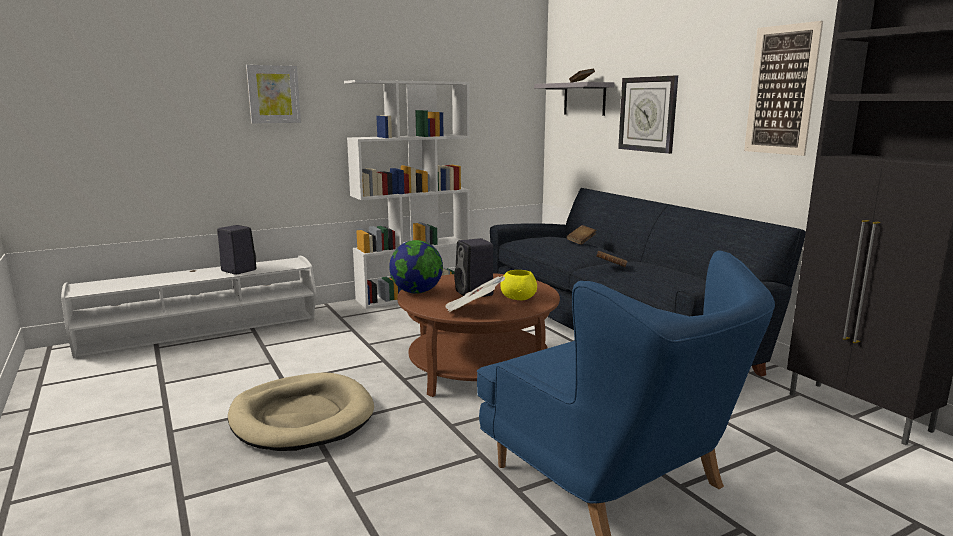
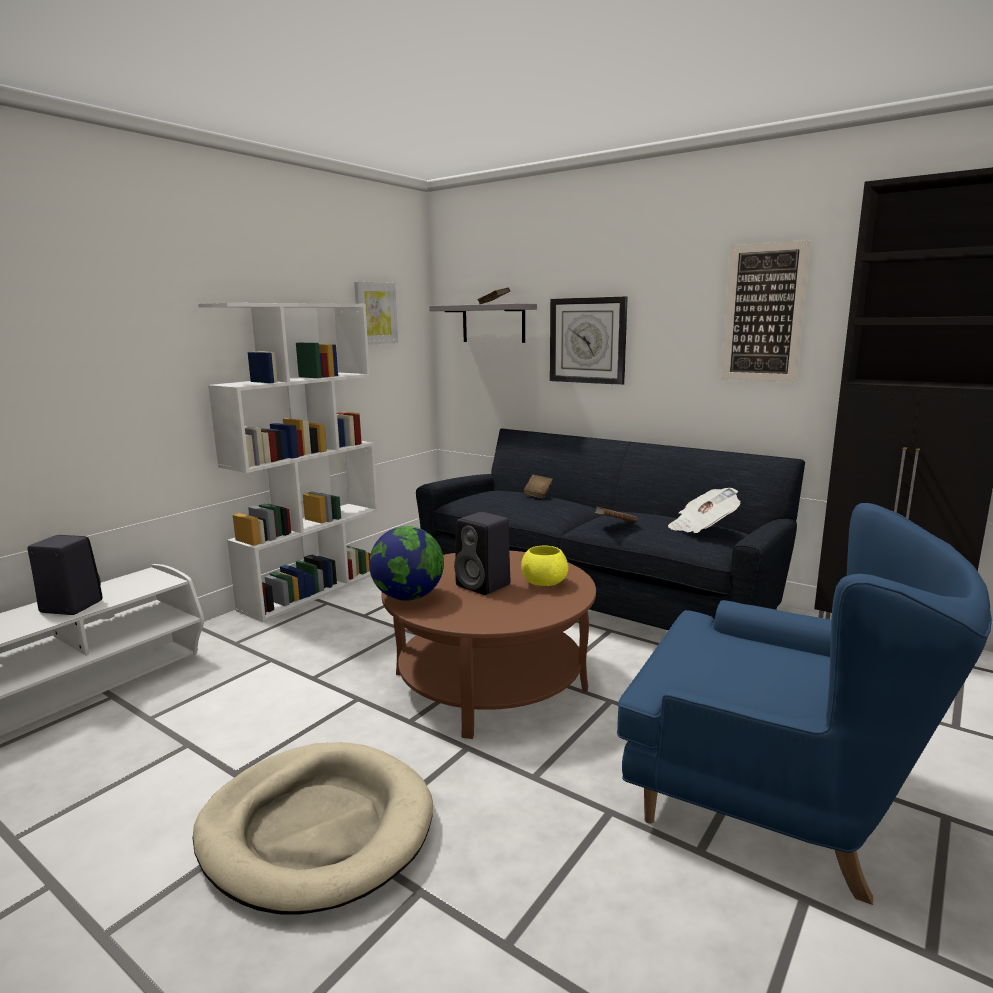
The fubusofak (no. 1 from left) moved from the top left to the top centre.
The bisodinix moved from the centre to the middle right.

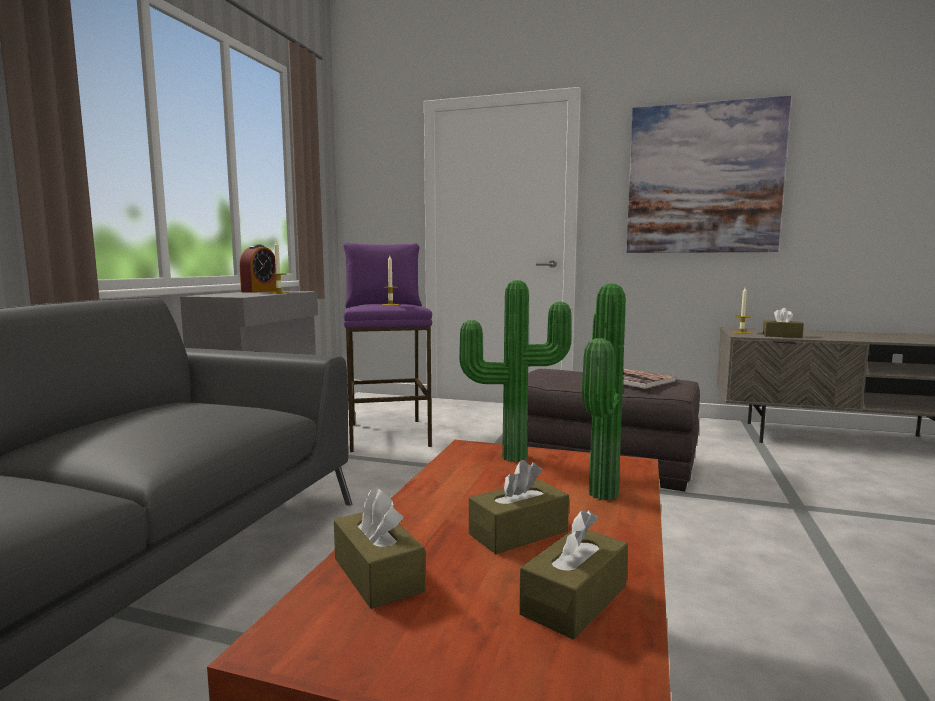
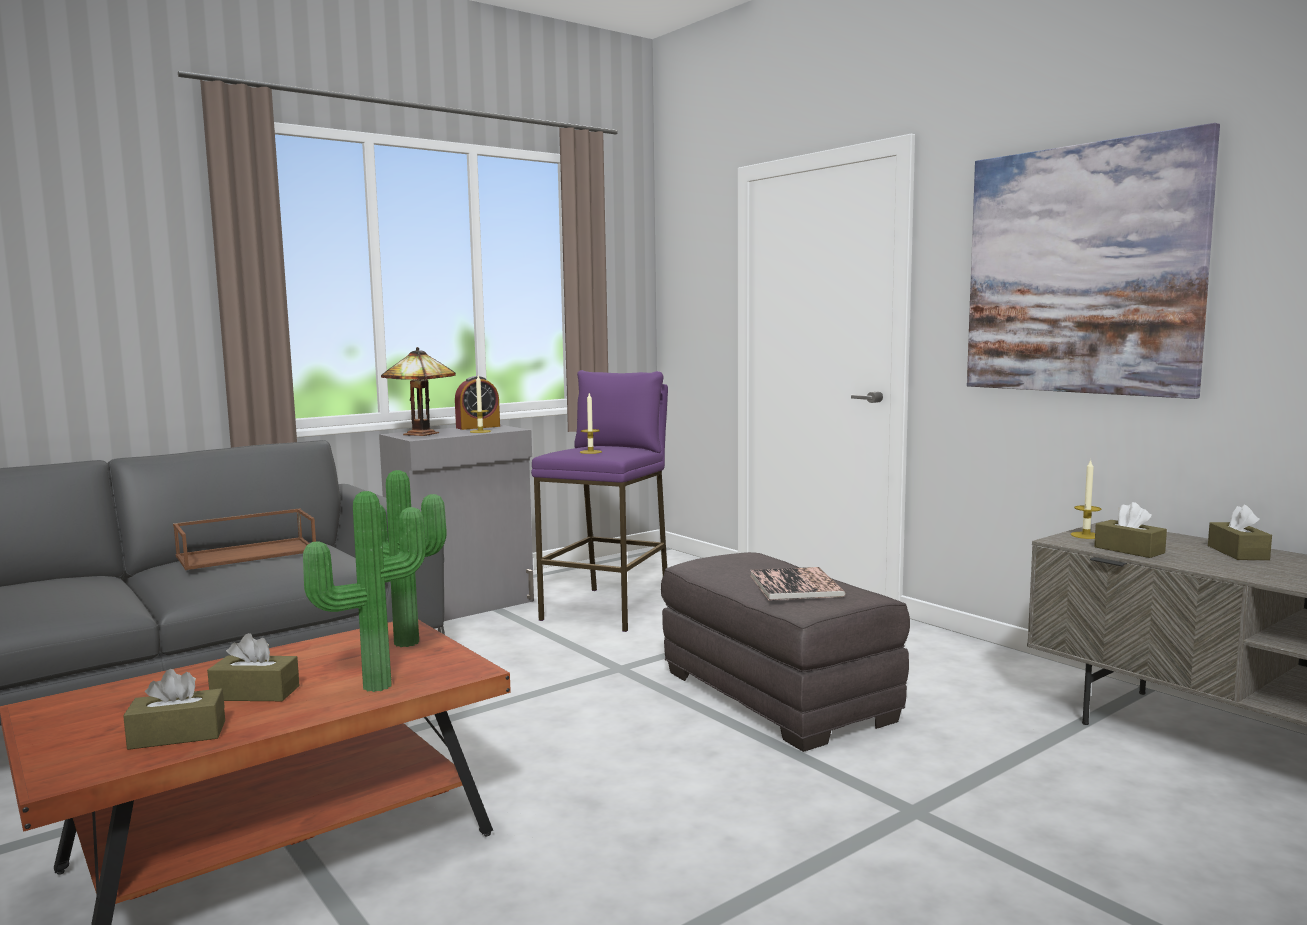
The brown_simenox at the middle left appeared.
The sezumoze at the middle left appeared.
The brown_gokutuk (no. 1 from left in the first image) moved from the bottom centre to the middle right.

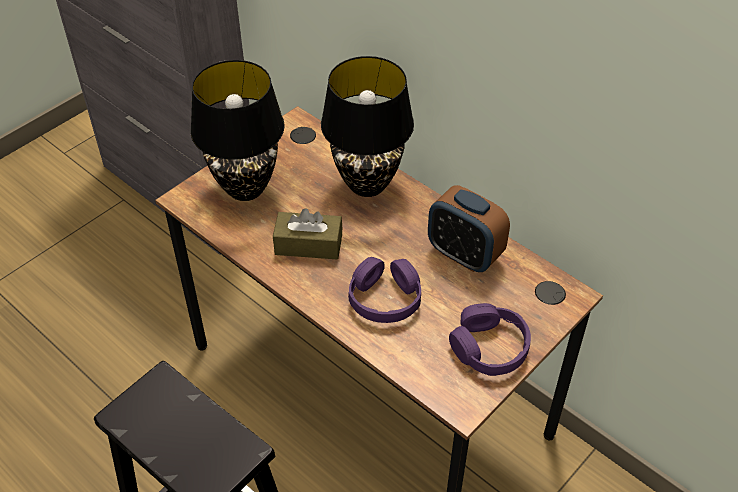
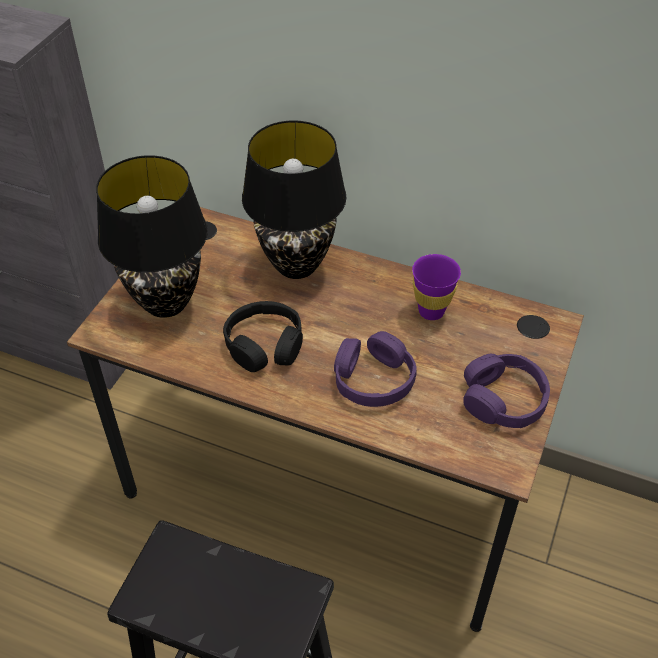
The brown_gokutuk at the centre was replaced by the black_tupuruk at the centre.
The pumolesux at the centre was replaced by the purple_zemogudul at the centre.

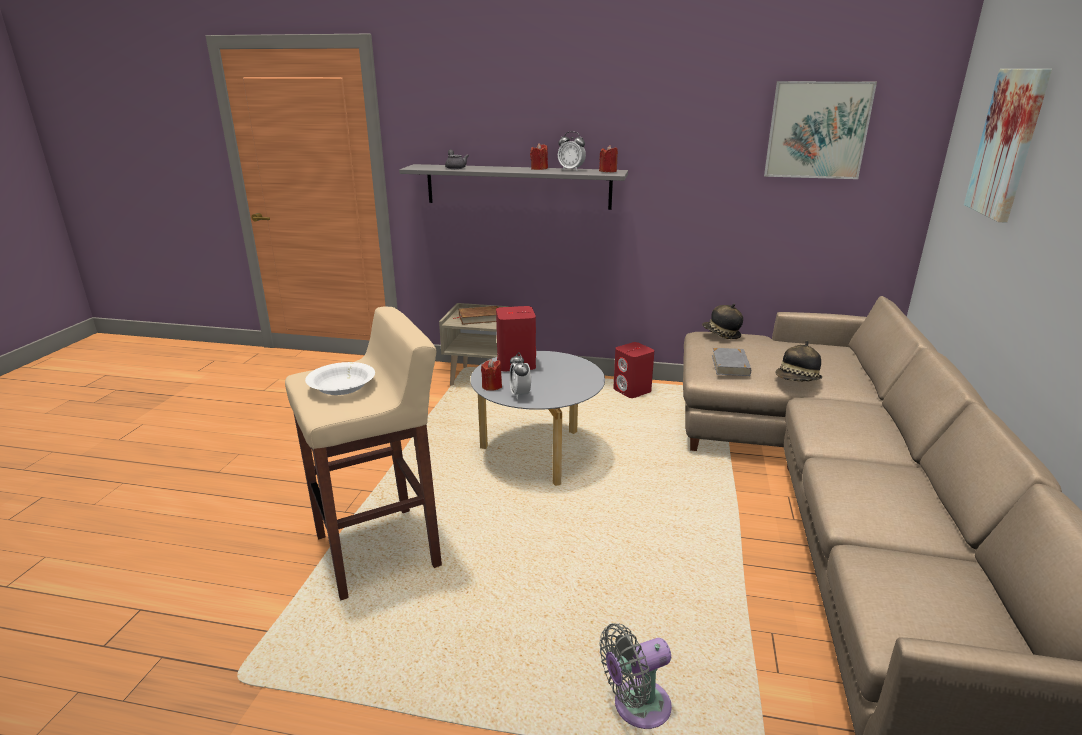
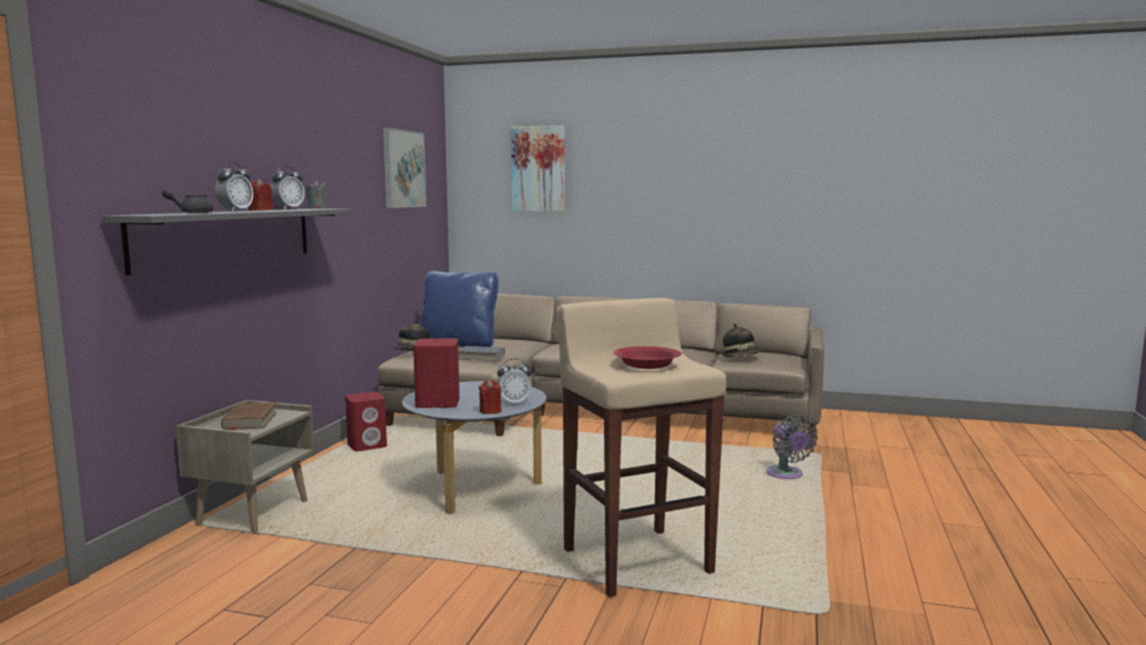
The pumolesux (no. 1 from left) at the top left appeared.
The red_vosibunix (no. 3 from left) at the top centre became the grey_vosibunix at the top left.
The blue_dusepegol at the centre appeared.
The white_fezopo at the middle left became the red_fezopo at the centre.
The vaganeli (no. 2 from left) moved from the middle right to the centre.

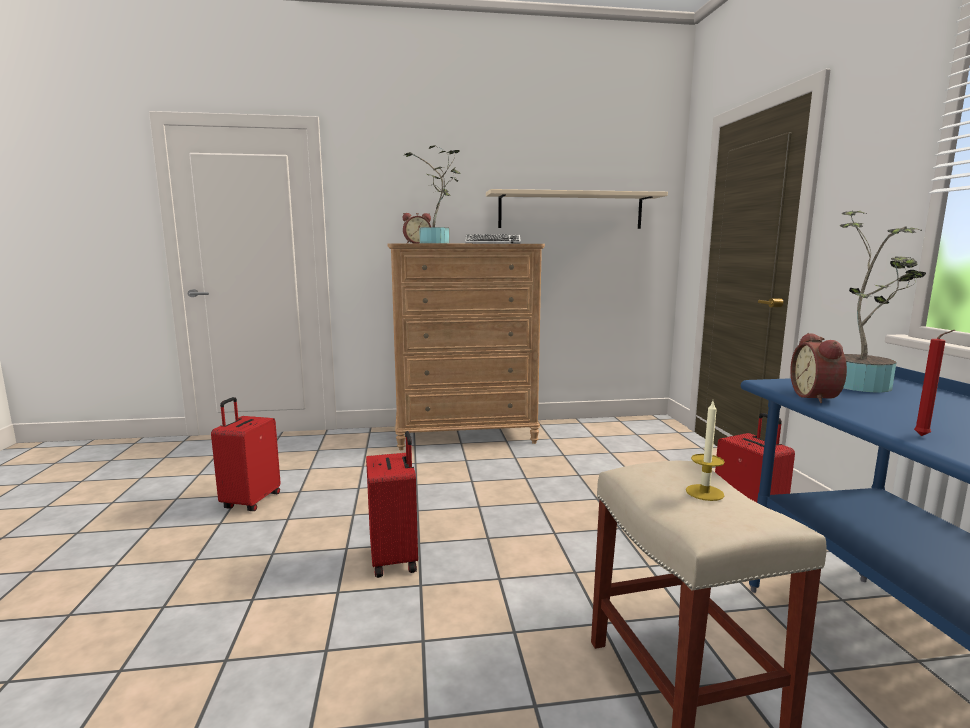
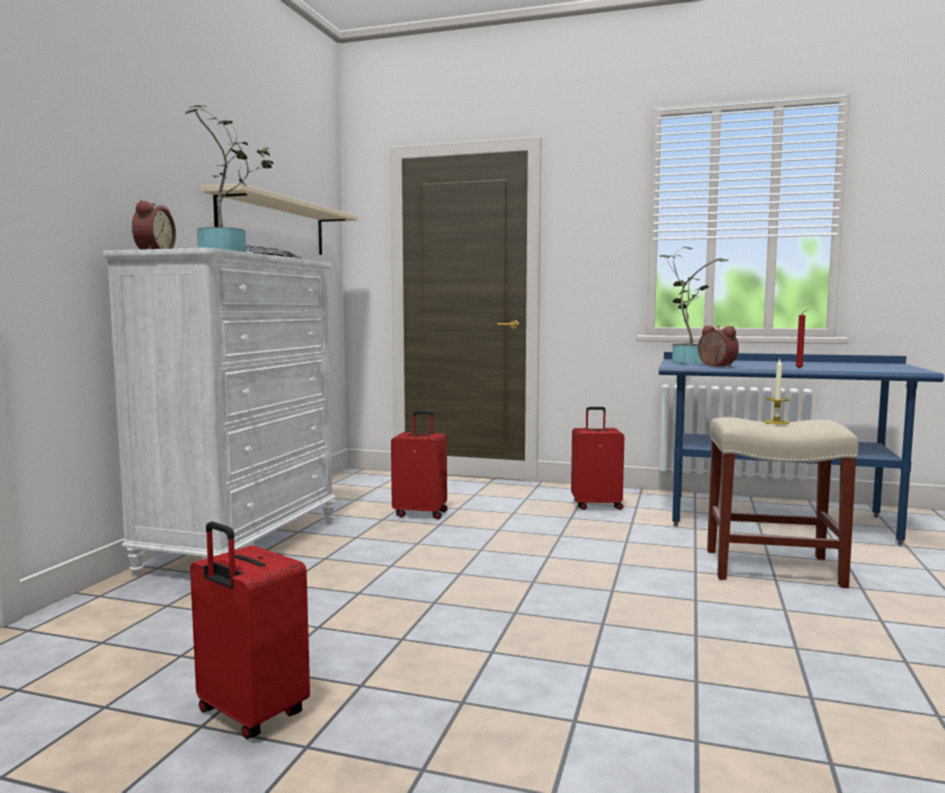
The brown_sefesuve at the centre became the white_sefesuve at the middle left.
The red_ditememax (no. 2 from left) moved from the bottom centre to the centre.
The pumolesux (no. 2 from left) at the middle right turned 150 degrees counterclockwise.

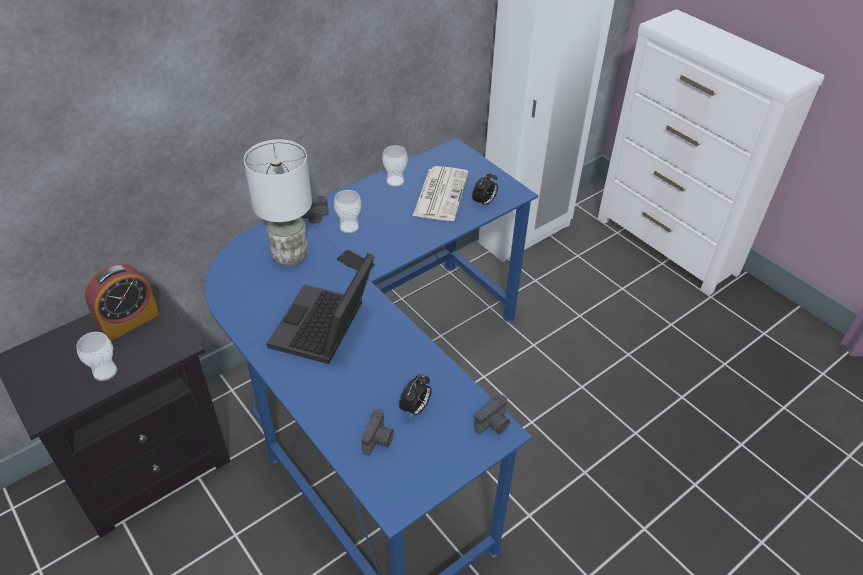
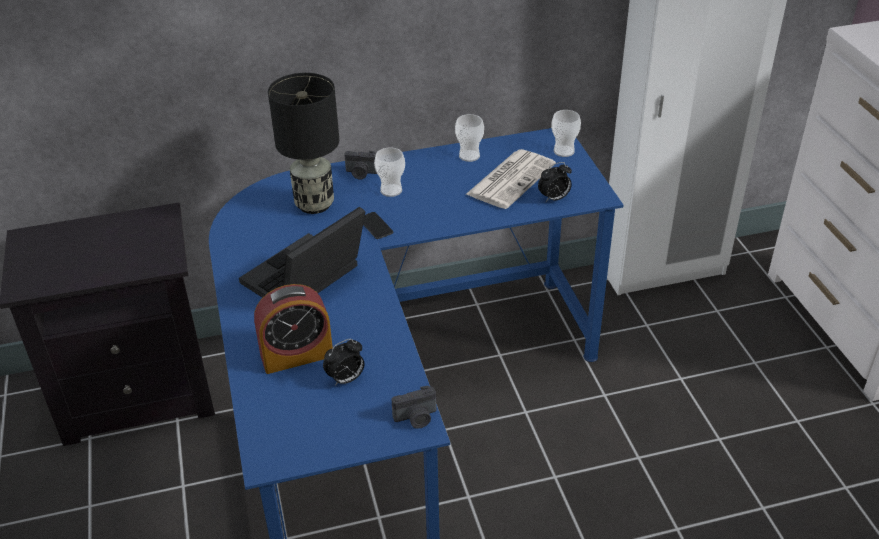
The pumolesux (no. 1 from left) moved from the middle left to the centre.
The white_sezumoze at the middle left became the black_sezumoze at the top centre.
The zemogudul (no. 1 from left in the first image) moved from the middle left to the top centre.
The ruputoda (no. 2 from left) at the bottom centre disappeared.

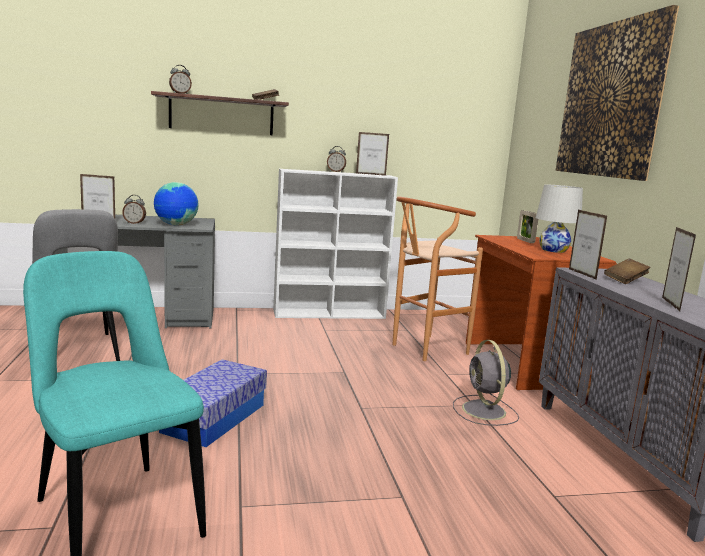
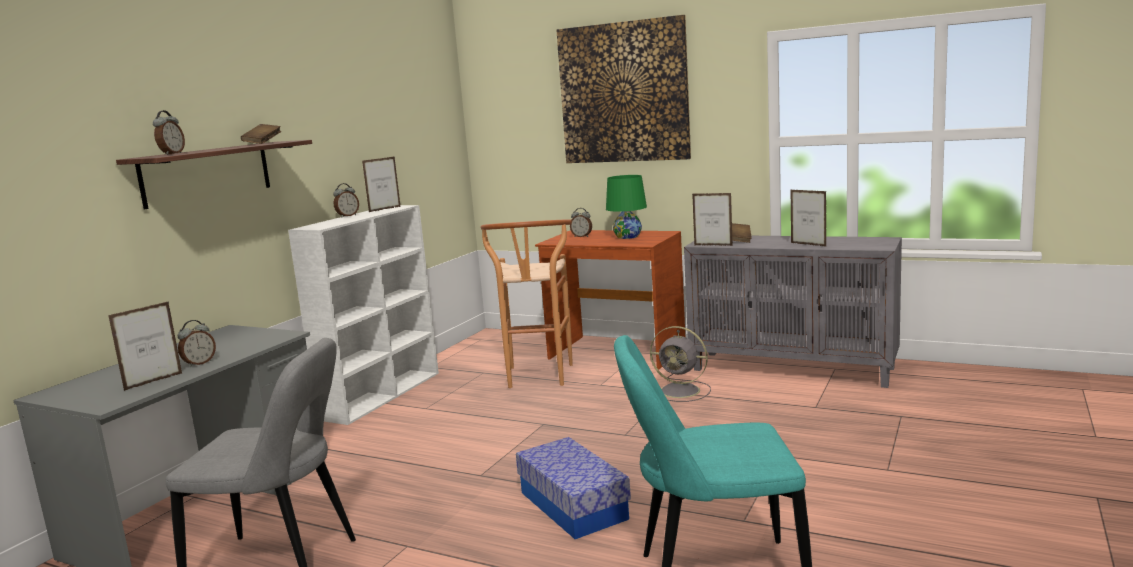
The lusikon (no. 3 from left) at the middle right was replaced by the pumolesux (no. 4 from left) at the centre.
The white_sezumoze at the middle right became the green_sezumoze at the centre.
The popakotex at the middle left disappeared.

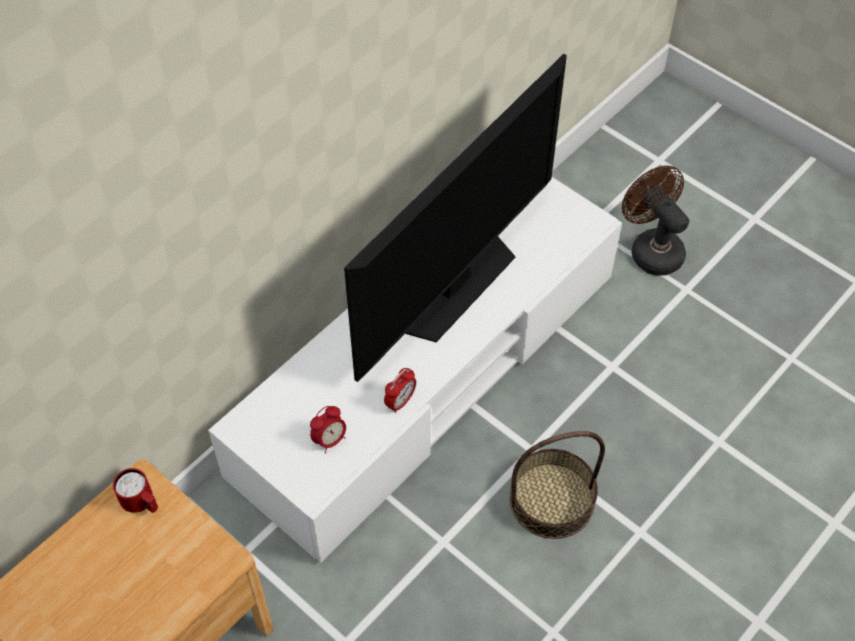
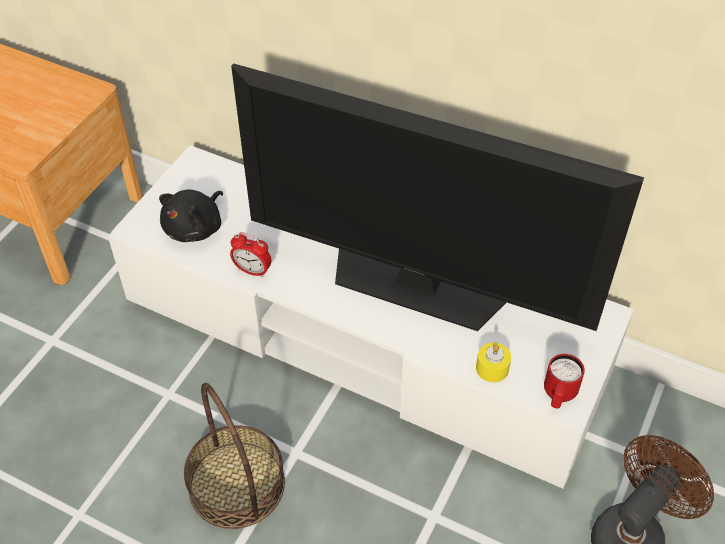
The pumolesux (no. 1 from left) at the bottom centre was replaced by the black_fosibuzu at the middle left.
The yellow_vosibunix at the middle right appeared.
The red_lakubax moved from the bottom left to the bottom right.

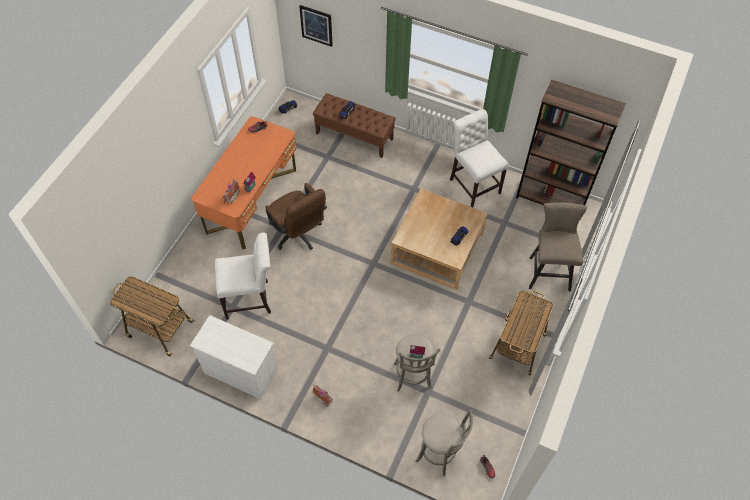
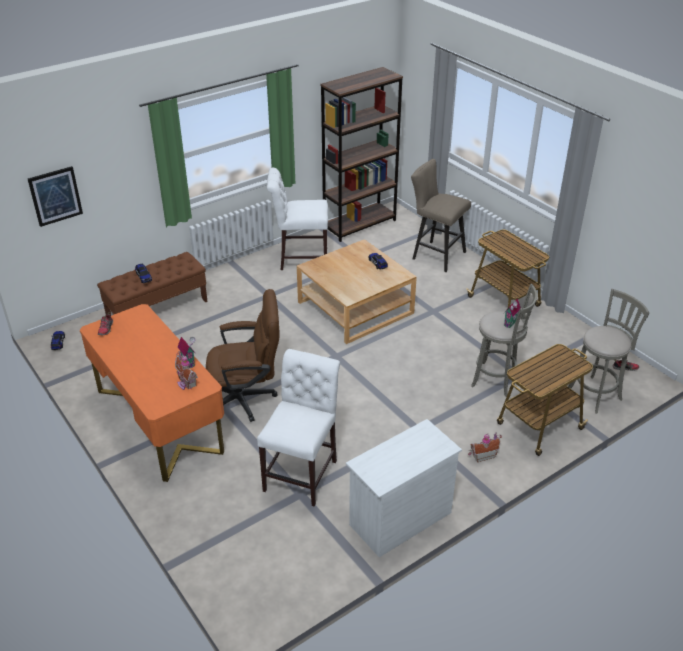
The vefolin (no. 1 from left in the first image) moved from the middle left to the middle right.

